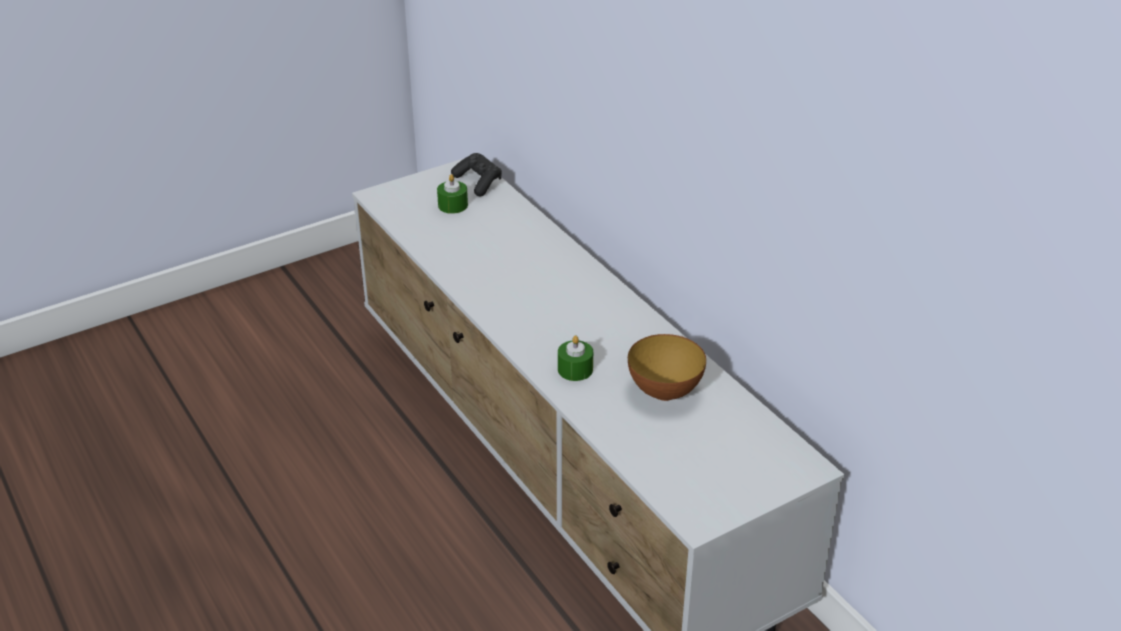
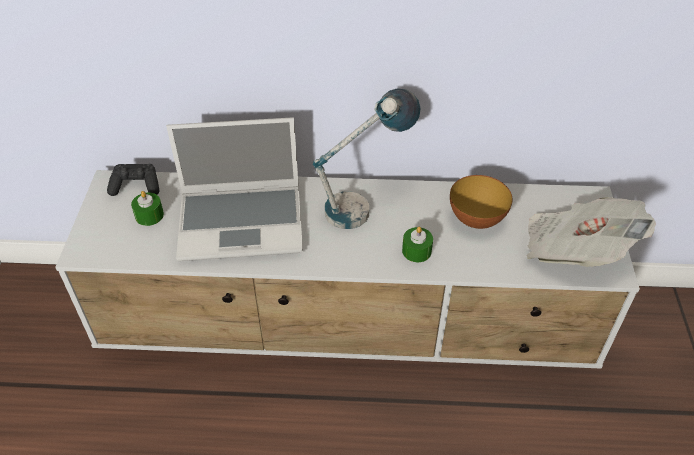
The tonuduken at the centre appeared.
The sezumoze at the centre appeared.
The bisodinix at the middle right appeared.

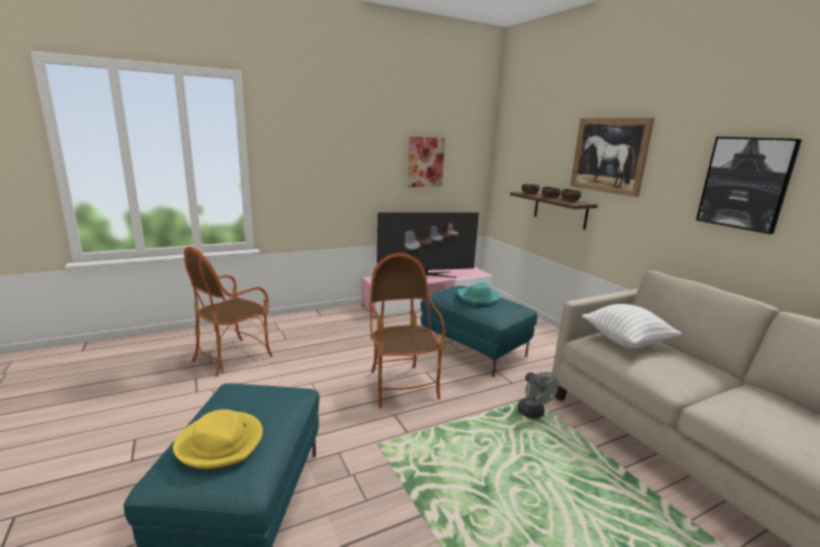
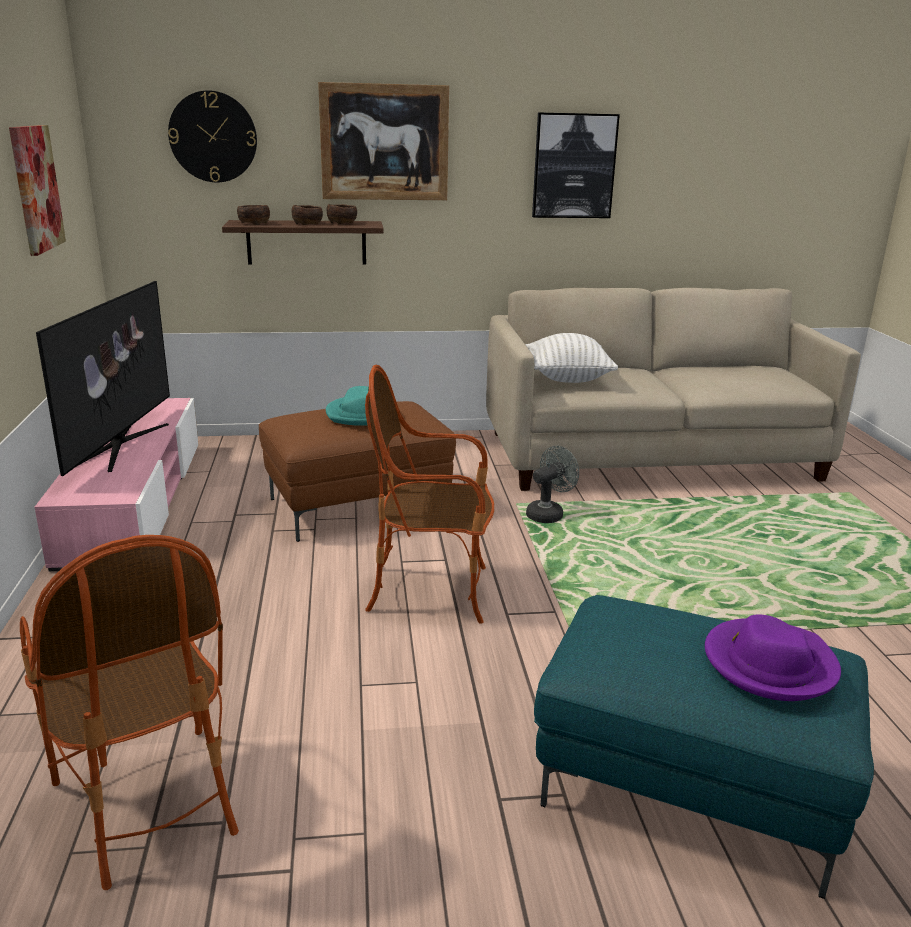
The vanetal at the top left appeared.
The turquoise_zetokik (no. 2 from left) at the centre became the brown_zetokik at the centre.
The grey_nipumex at the bottom centre turned 45 degrees counterclockwise.
The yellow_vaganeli at the bottom left became the purple_vaganeli at the bottom right.

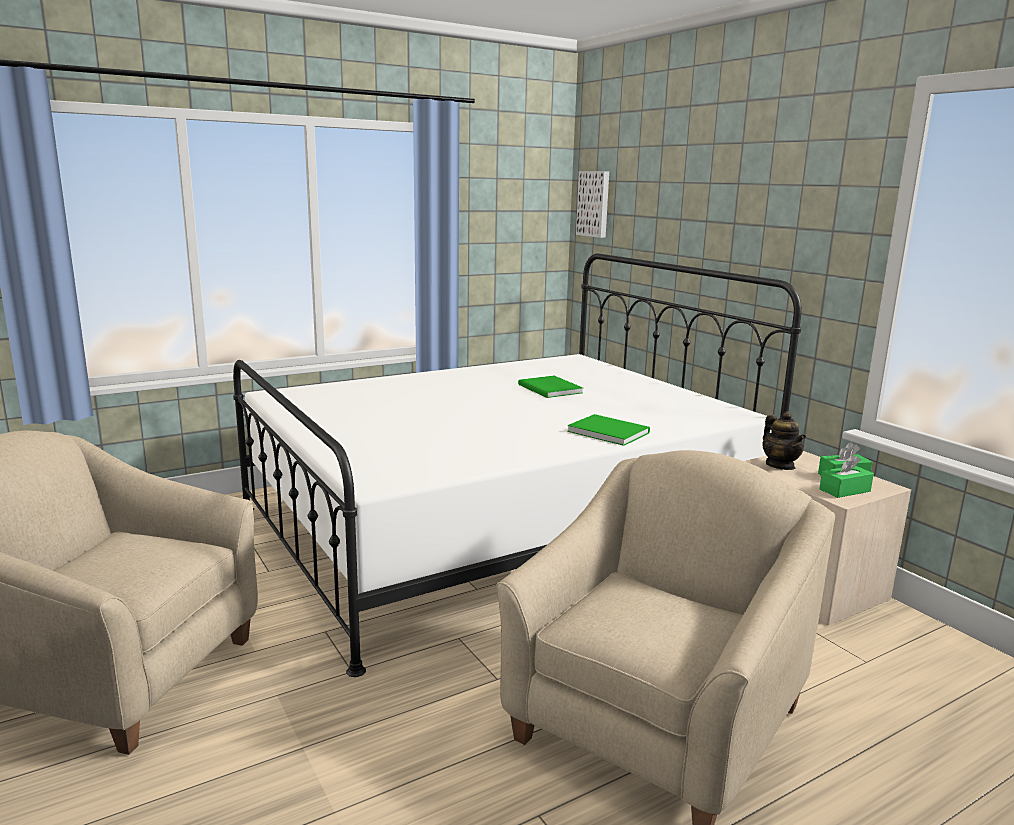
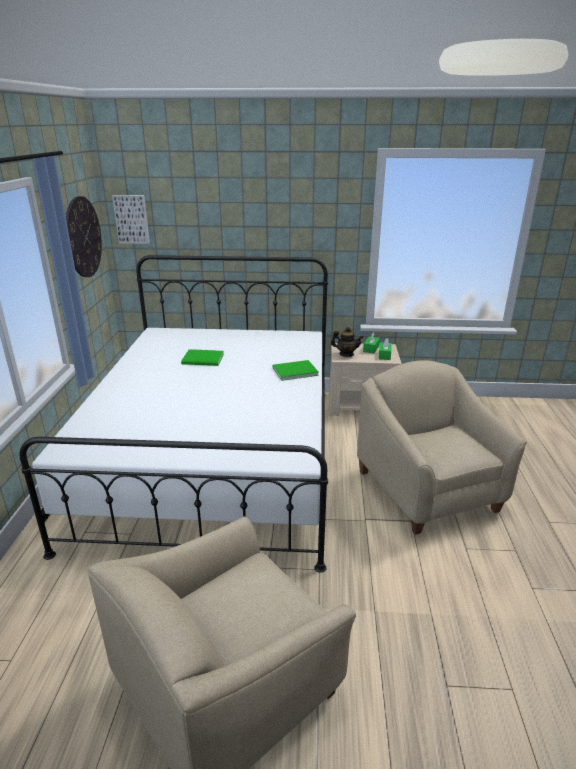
The vanetal at the top left appeared.

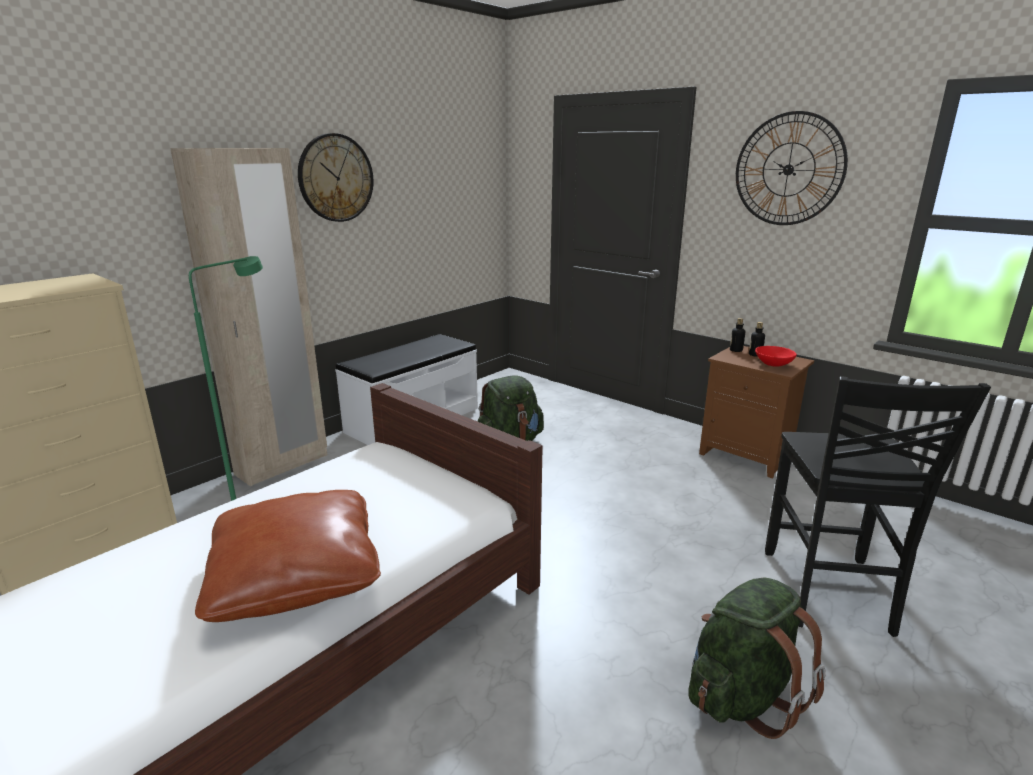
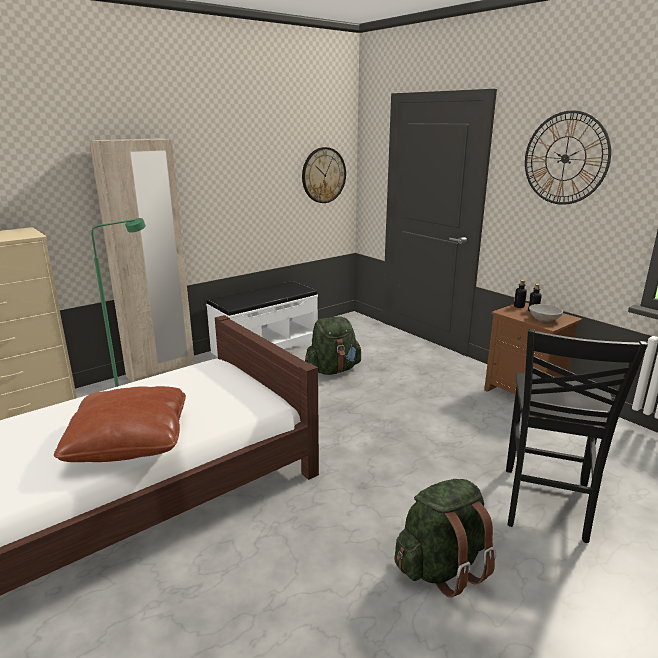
The vanetal (no. 1 from left) moved from the top left to the top centre.
The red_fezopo at the middle right became the grey_fezopo at the middle right.

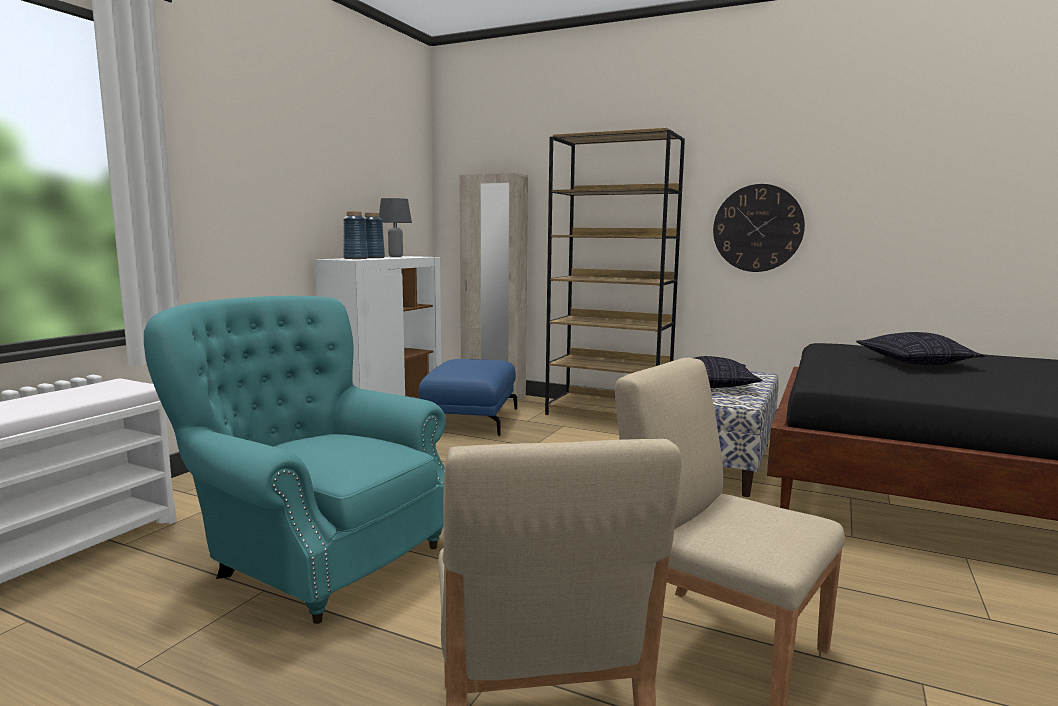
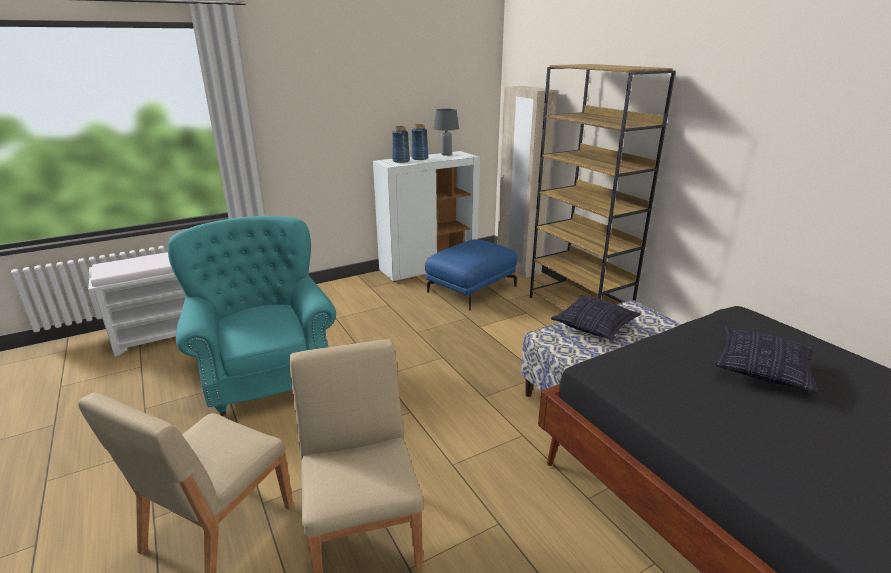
The vanetal at the top right disappeared.

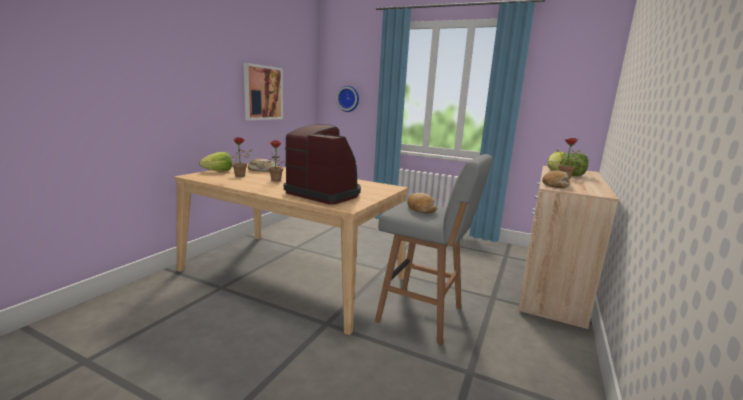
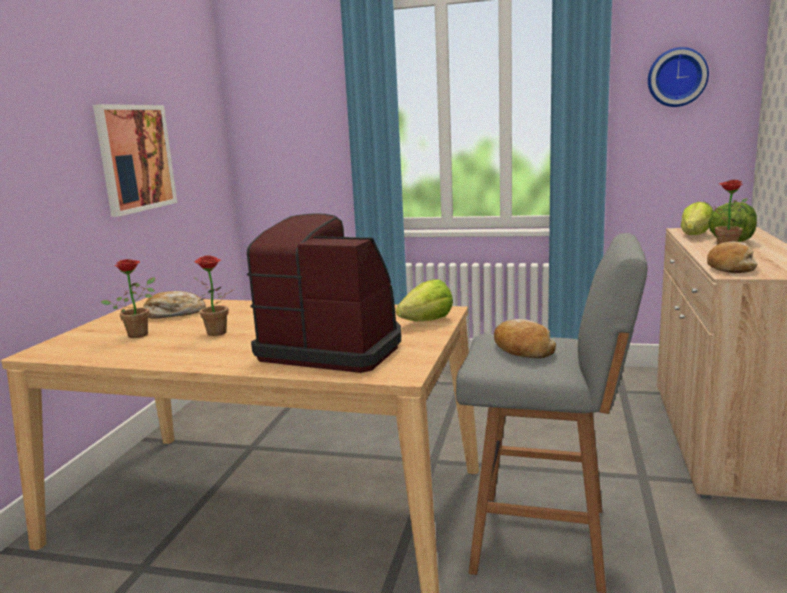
The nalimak (no. 1 from left) moved from the middle left to the centre.
The vanetal moved from the top centre to the top right.

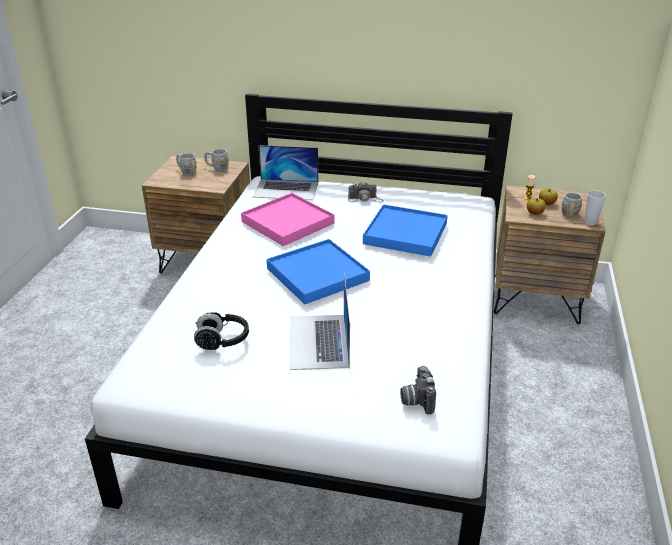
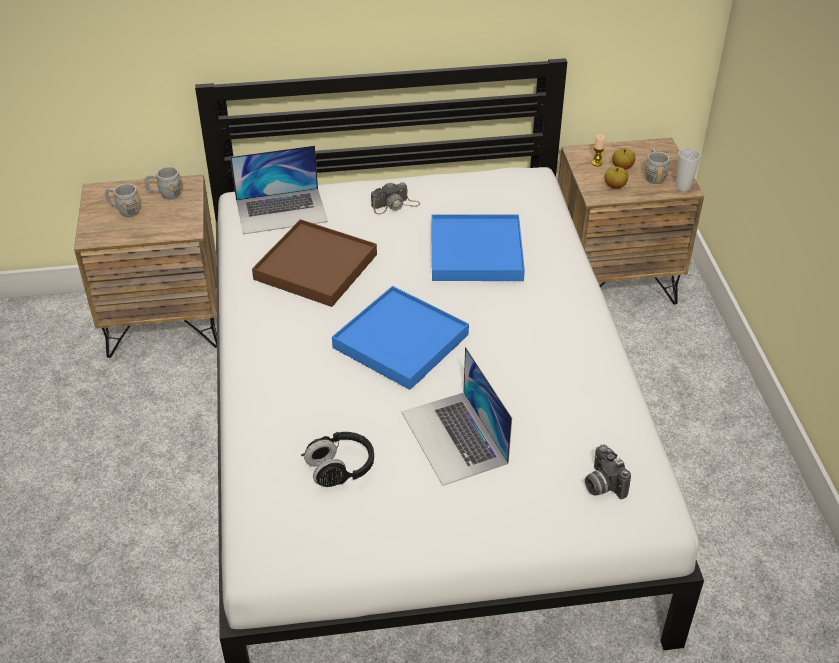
The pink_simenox at the centre became the brown_simenox at the centre.

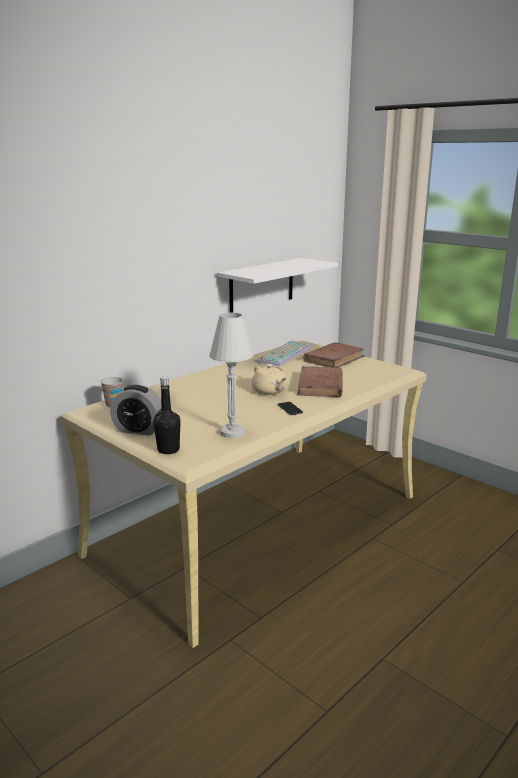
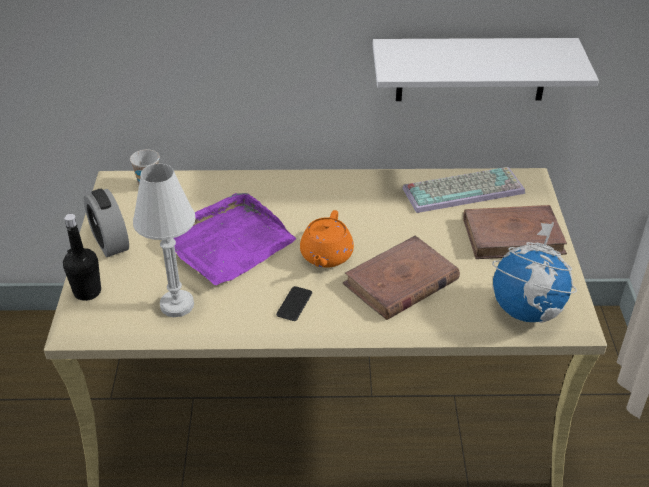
The purple_simenox at the centre appeared.
The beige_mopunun at the centre became the orange_mopunun at the centre.
The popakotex at the middle right appeared.

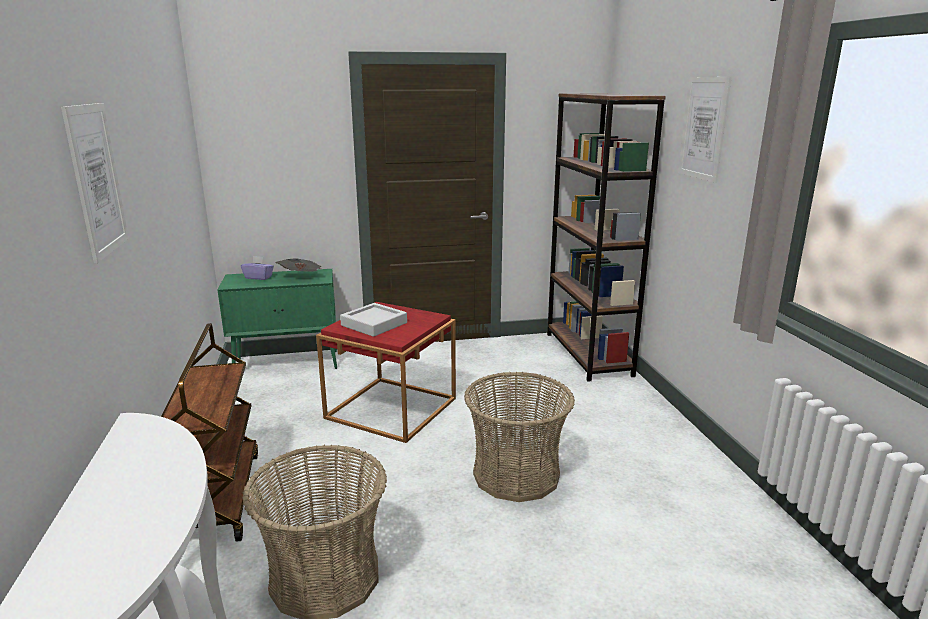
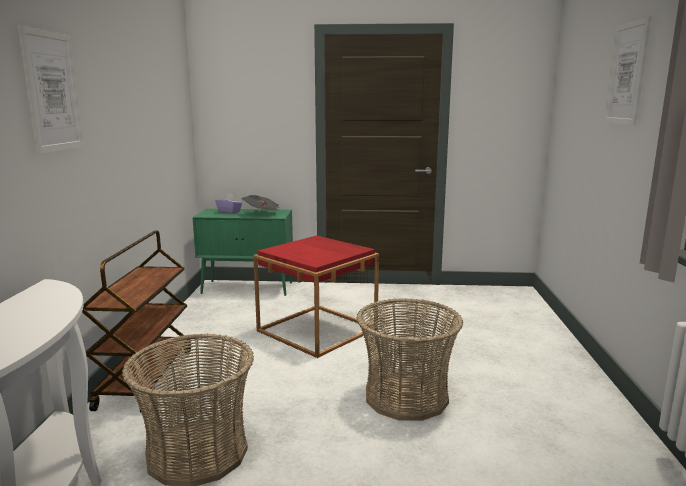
The grey_simenox at the centre disappeared.
The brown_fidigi at the centre disappeared.

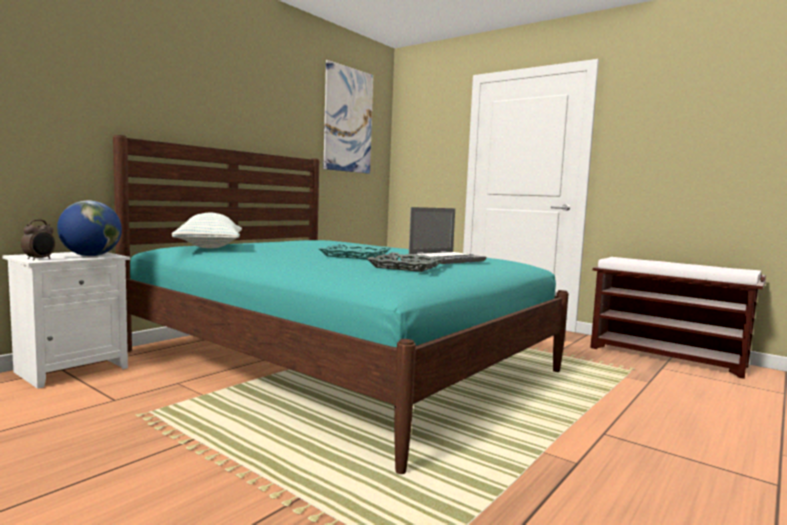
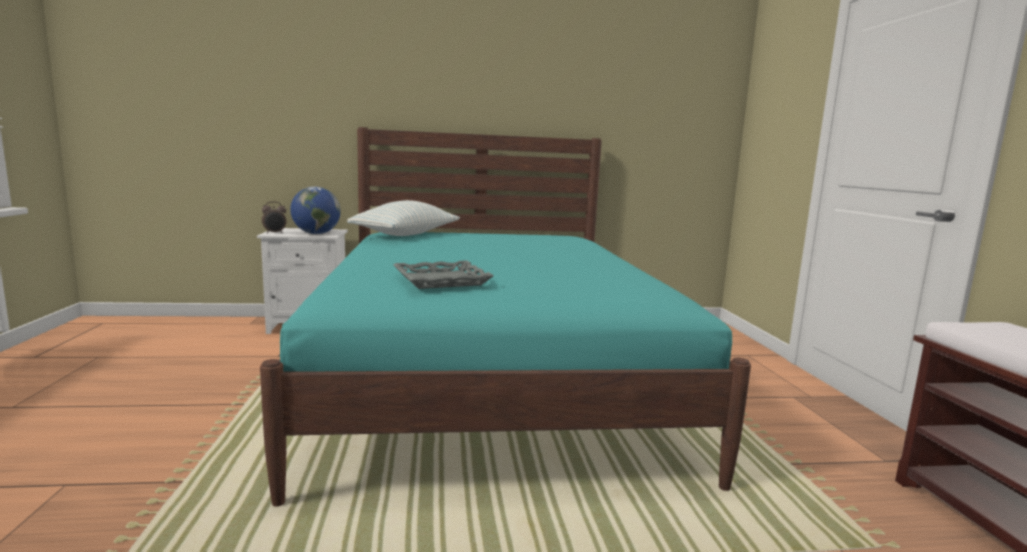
The turquoise_simenox at the centre disappeared.
The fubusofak at the top centre disappeared.
The tonuduken at the centre disappeared.

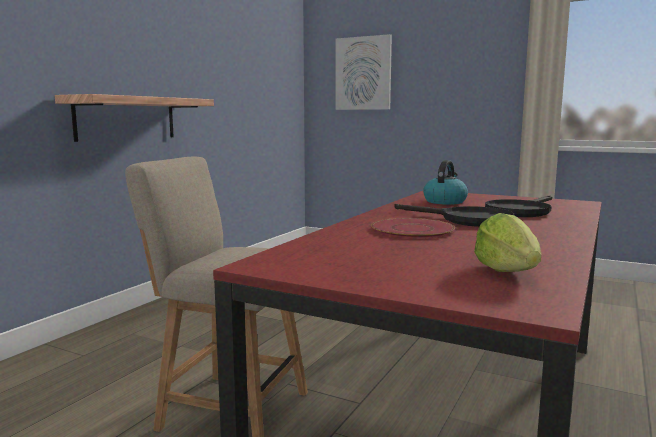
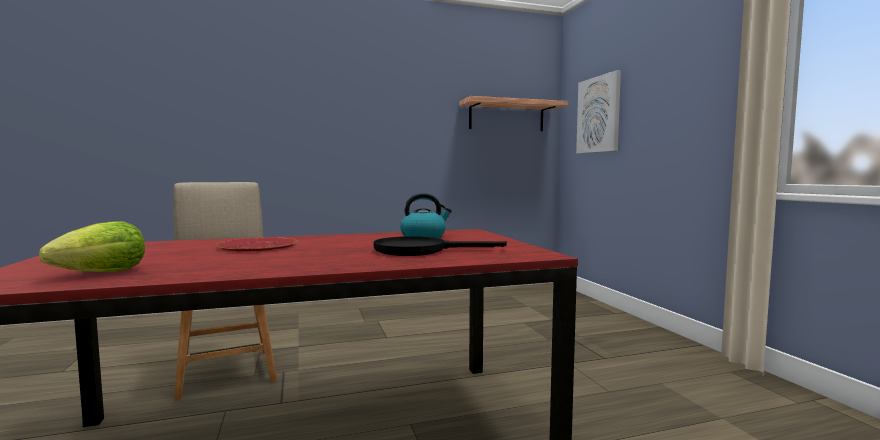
The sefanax moved from the top left to the top centre.
The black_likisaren (no. 1 from left) at the middle right disappeared.

